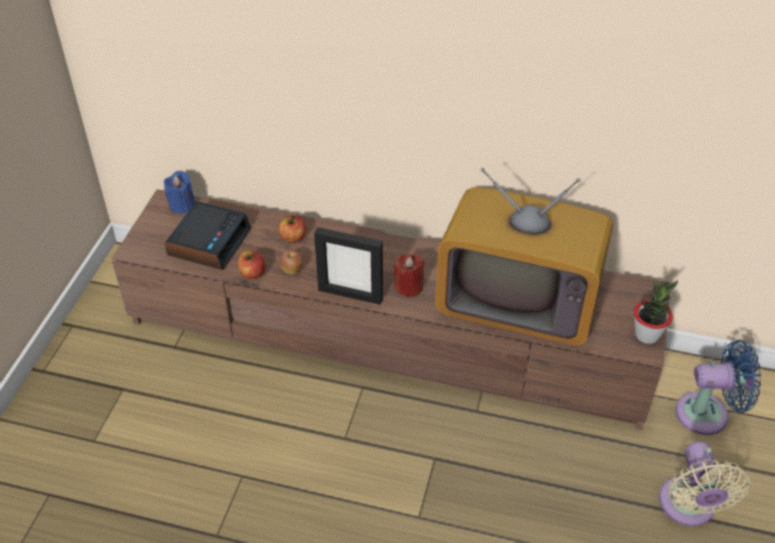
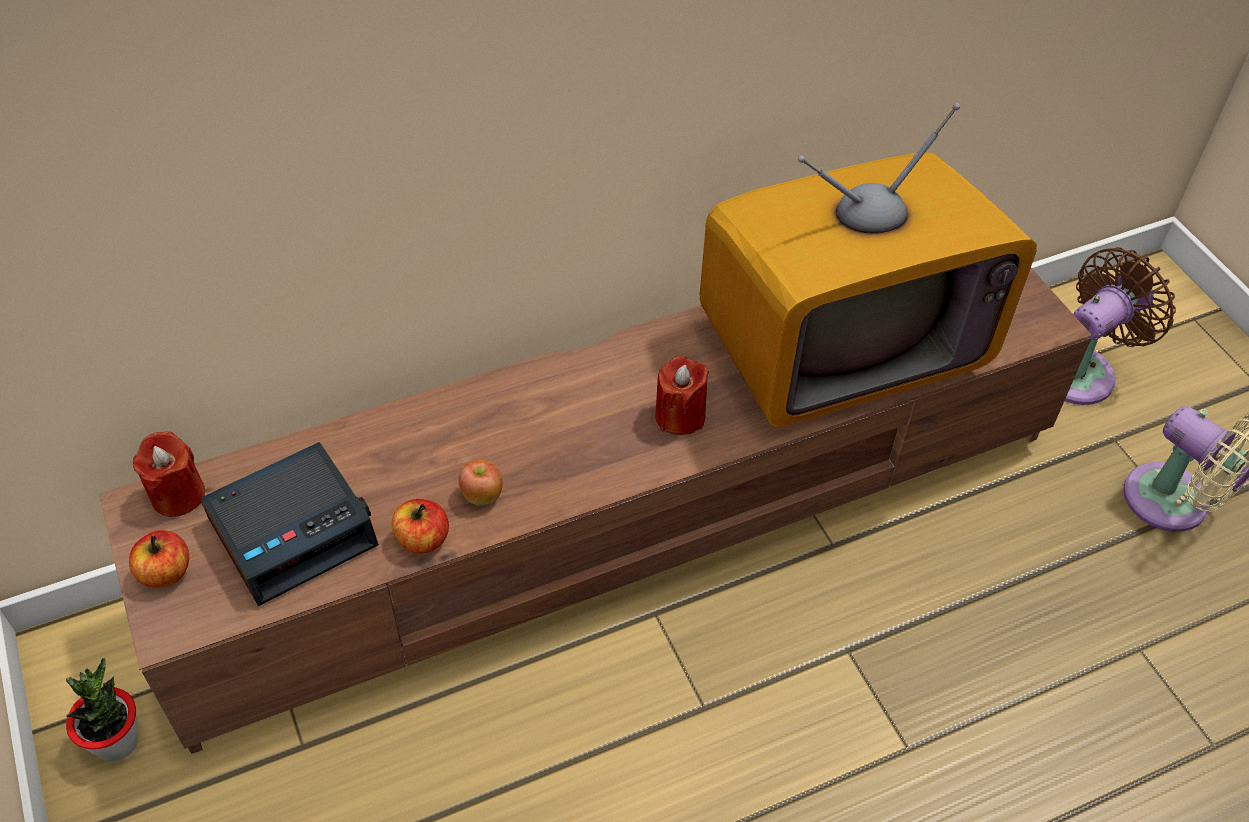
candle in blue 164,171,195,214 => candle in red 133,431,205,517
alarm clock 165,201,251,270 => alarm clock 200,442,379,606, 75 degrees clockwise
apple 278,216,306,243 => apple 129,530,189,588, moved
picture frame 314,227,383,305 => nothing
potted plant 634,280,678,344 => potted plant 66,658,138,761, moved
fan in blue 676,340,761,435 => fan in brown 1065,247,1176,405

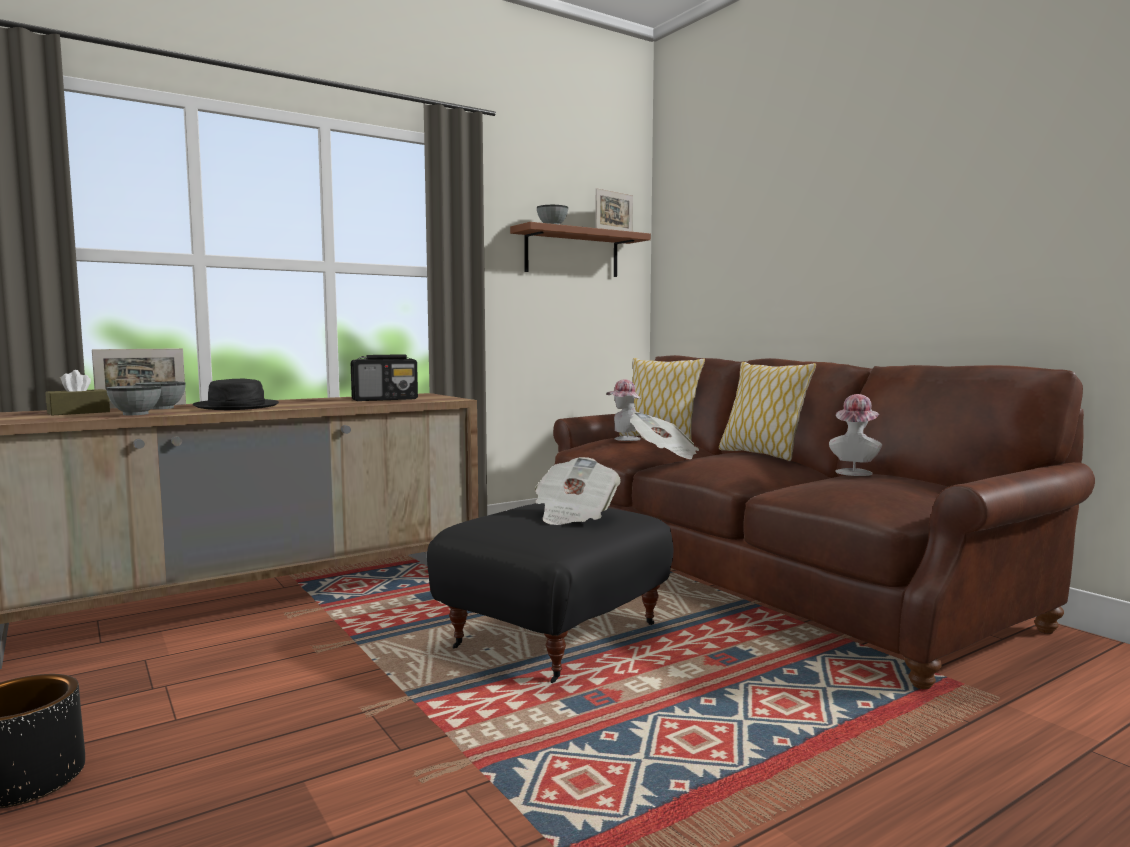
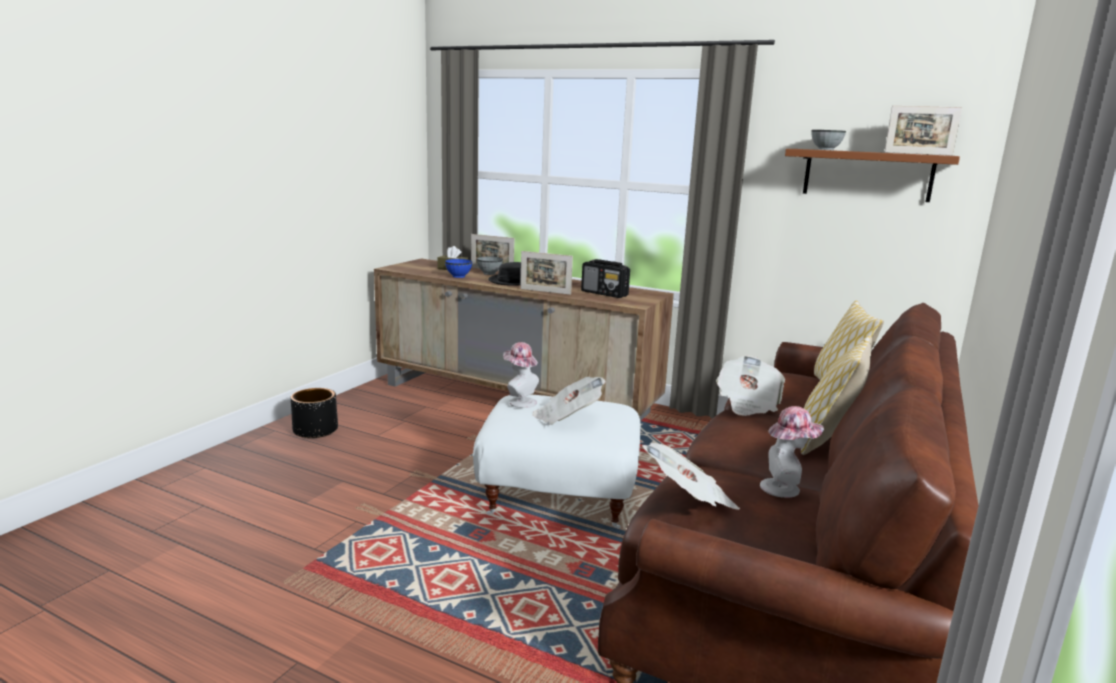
hat 607,379,641,441 => hat 503,342,539,408, moved
bowl in grey 106,385,161,415 => bowl in blue 445,259,472,278
ottoman in black 427,503,673,683 => ottoman in white 473,394,641,529
nothing => picture frame 520,251,573,295
nothing => newspaper 642,443,740,510

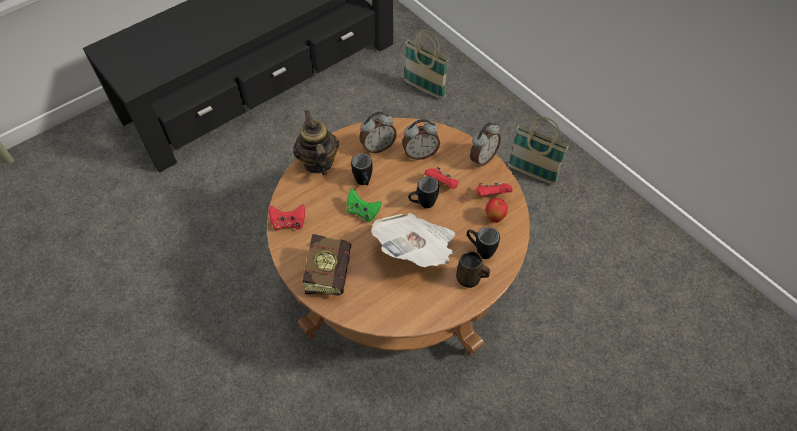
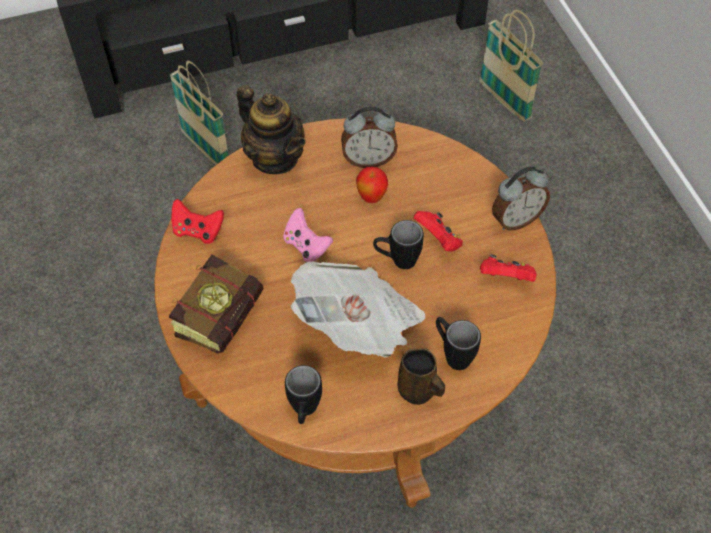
teapot 293,110,339,175 => teapot 236,85,305,174, 135 degrees clockwise
basket 508,117,569,185 => basket 169,61,229,165, moved
alarm clock 402,119,440,160 => nothing
mug in black 351,153,373,185 => mug in black 285,365,322,424, moved
game controller in green 347,189,382,222 => game controller in pink 283,208,333,262
apple 485,198,508,223 => apple 356,167,388,203, moved

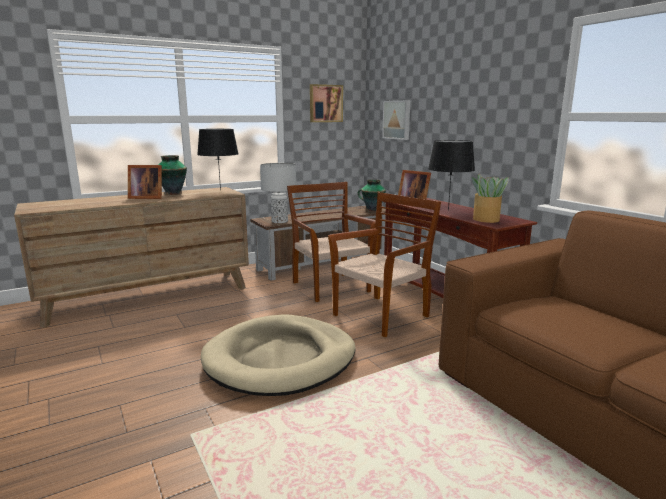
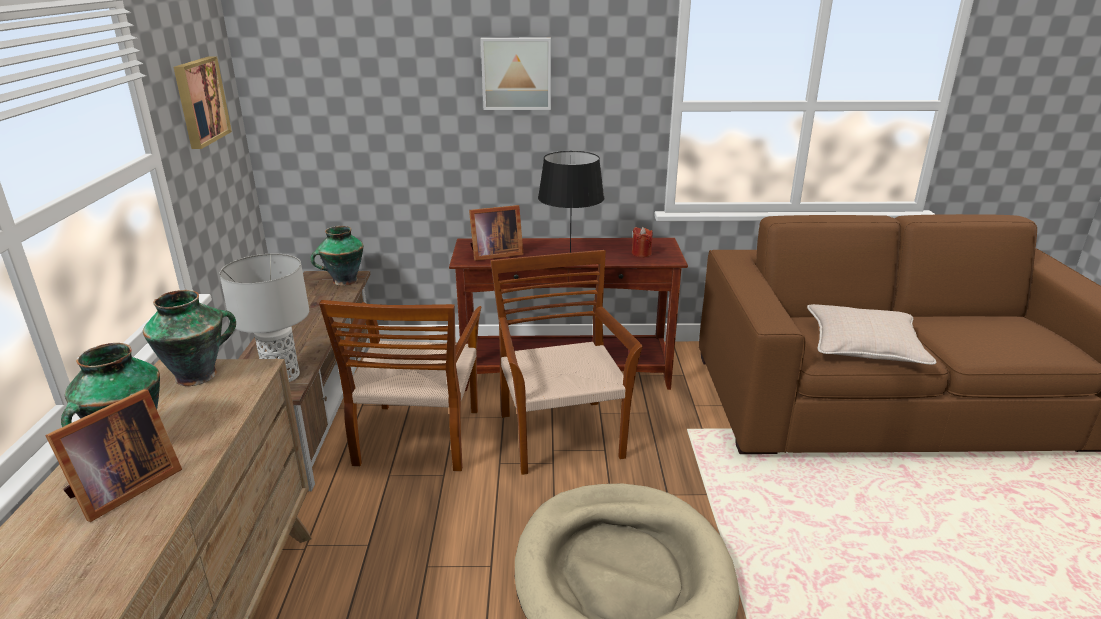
picture 382,100,410,140 => picture 481,38,551,110, moved
table lamp in black 197,129,238,191 => vase 143,290,236,386
potted plant 472,174,509,223 => candle in red 632,227,652,258
armchair in brown 287,182,375,302 => armchair in brown 319,300,482,472, 90 degrees counterclockwise
nothing => pillow in beige 807,304,936,365

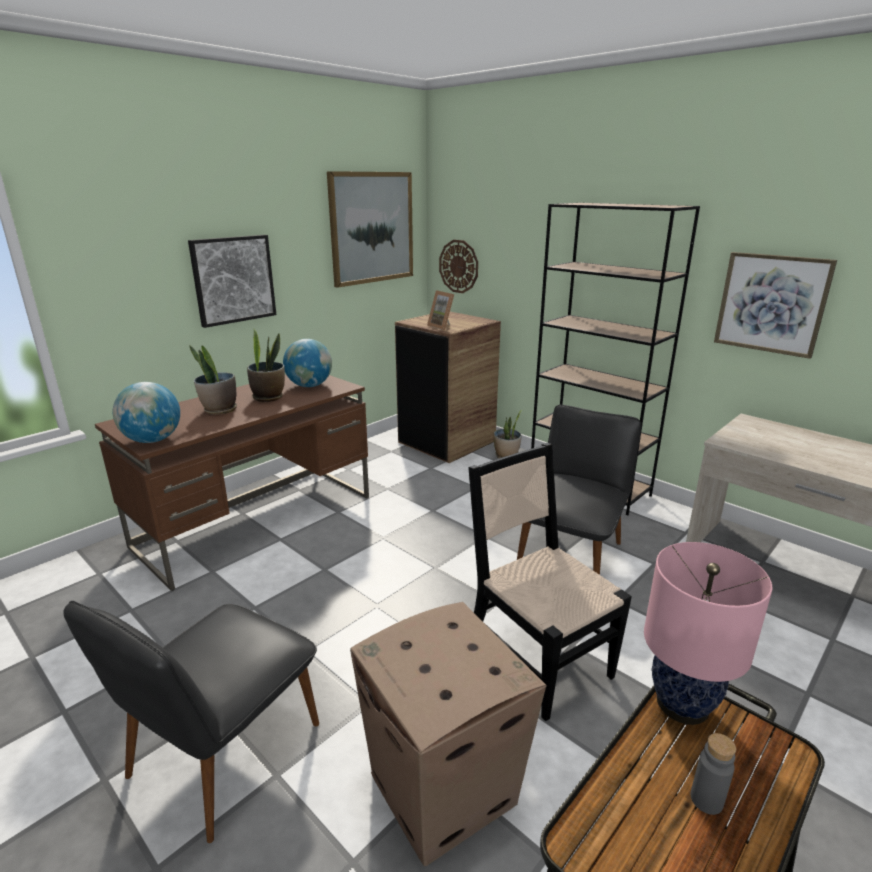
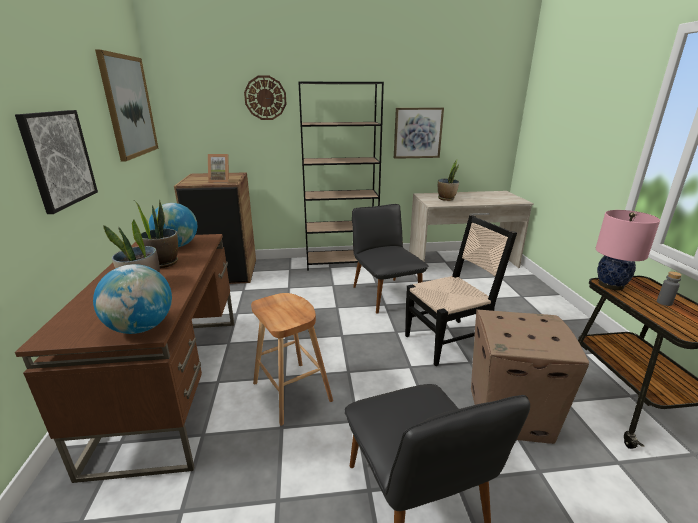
wall clock 439,240,478,293 => wall clock 244,76,287,120, moved
potted plant 494,410,522,458 => potted plant 438,160,459,201, moved
chair 468,443,632,721 => chair 405,215,517,366, 150 degrees clockwise
nothing => stool in brown 251,293,333,426

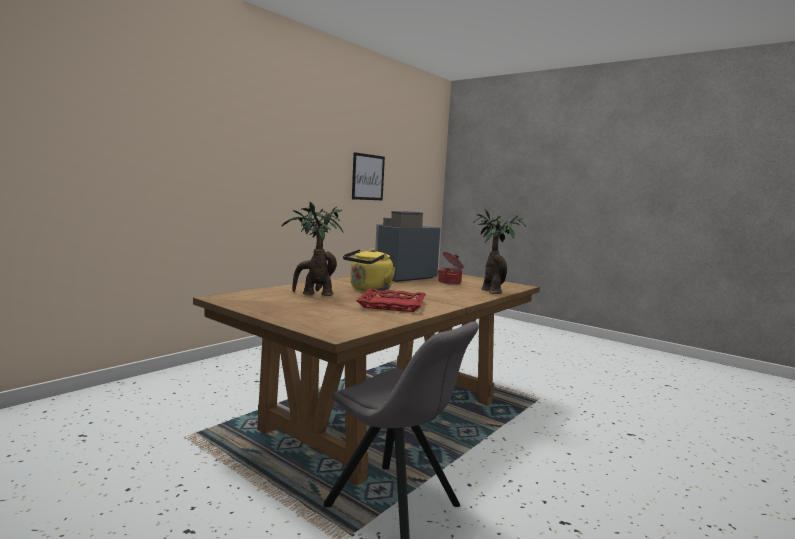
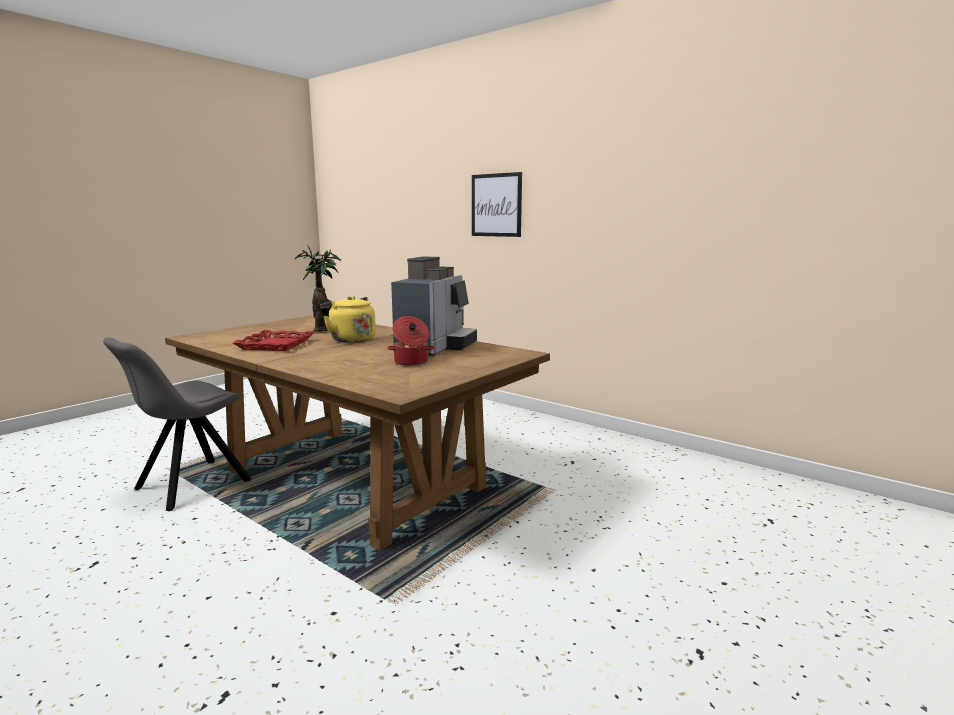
picture 352,152,385,200 => picture 472,172,522,237, moved
potted plant 473,209,526,294 => nothing
coffee machine 375,211,441,282 => coffee machine 391,257,477,356, 60 degrees clockwise

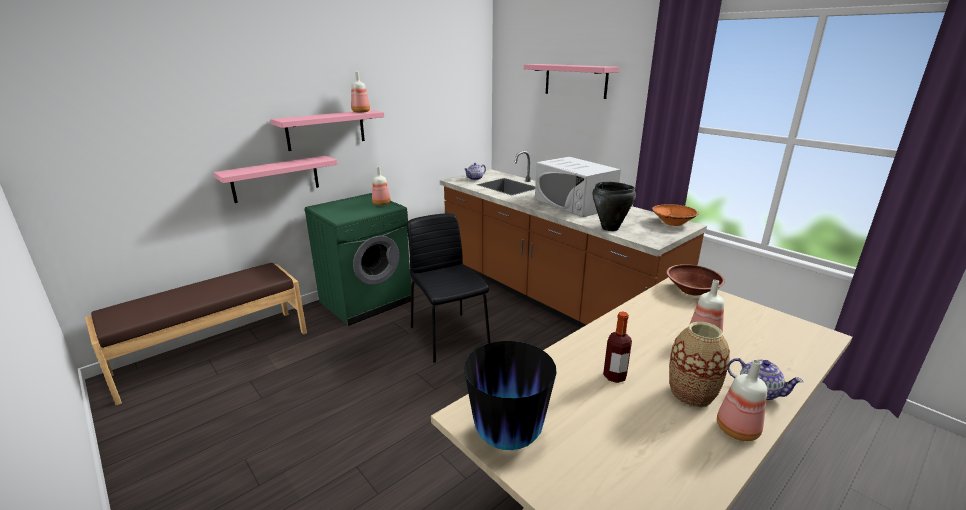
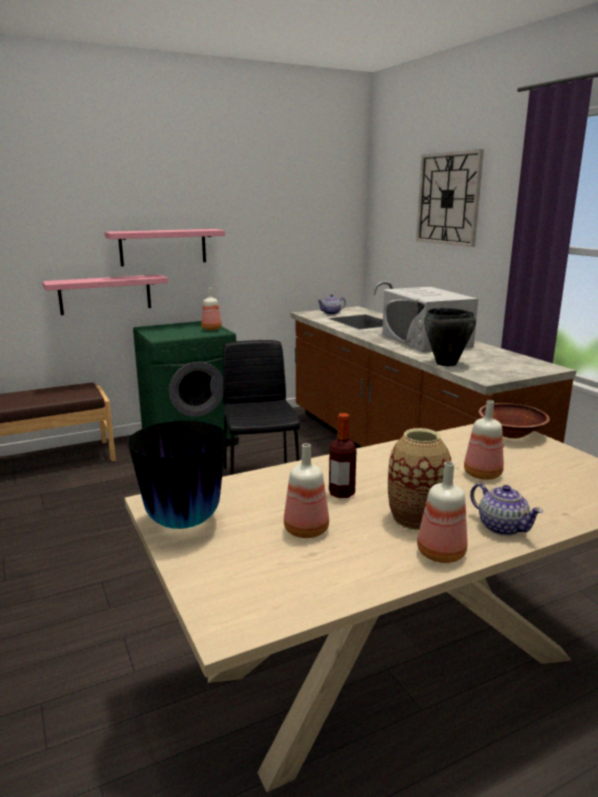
shelf in pink 524,64,619,99 => wall clock 416,149,484,247
bottle 351,72,370,113 => bottle 284,443,329,538, moved
bowl in orange 652,204,699,226 => nothing

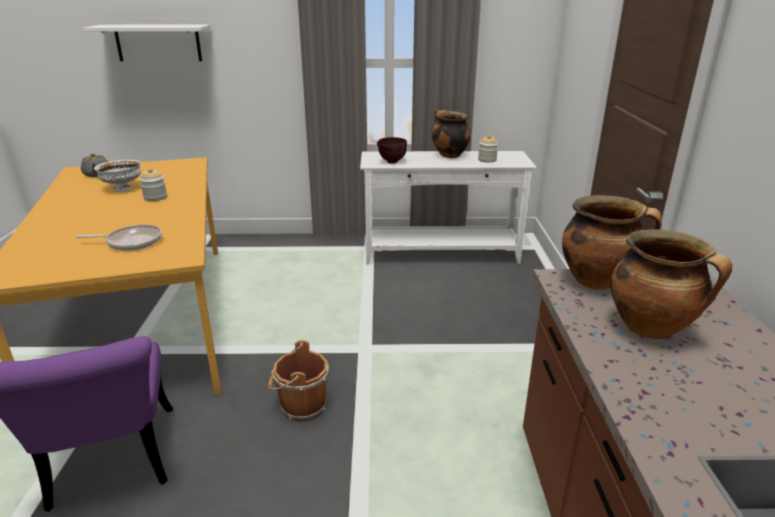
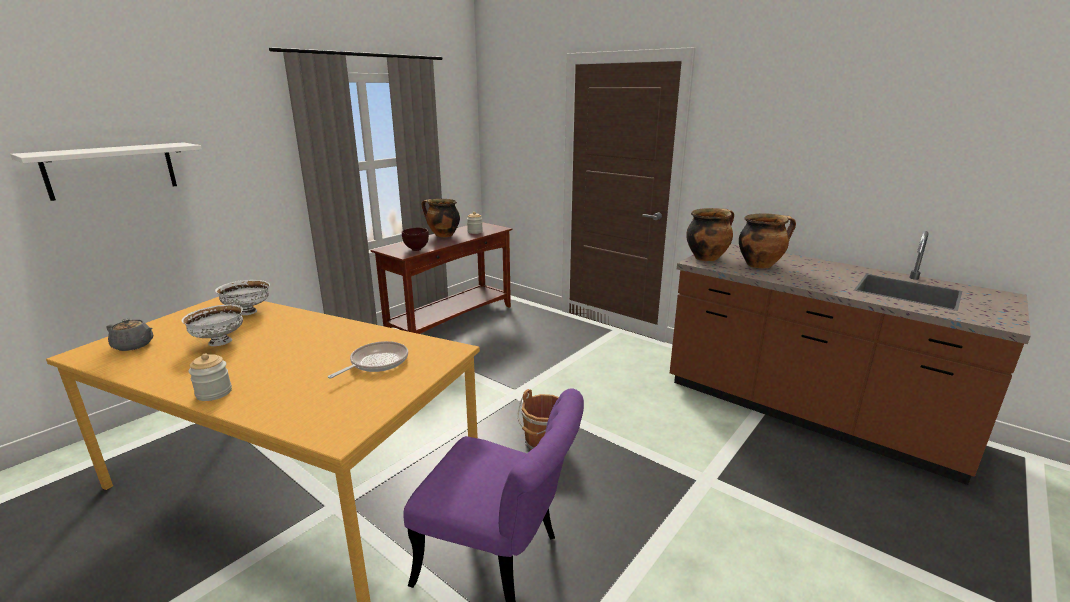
console table in white 360,151,537,265 => console table in brown 371,222,512,334
jar 140,168,167,201 => jar 189,354,232,401, moved
nothing => bowl in white 215,280,270,315

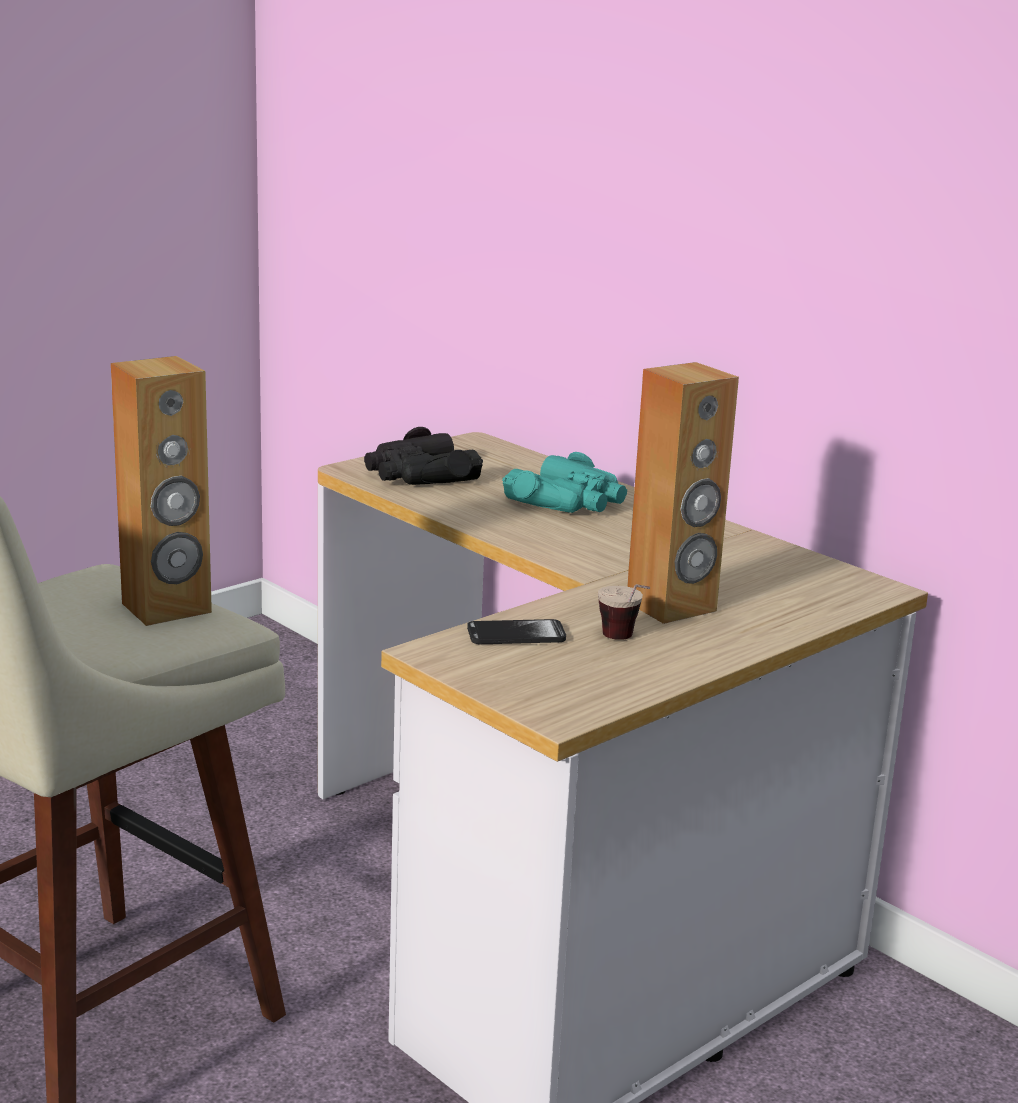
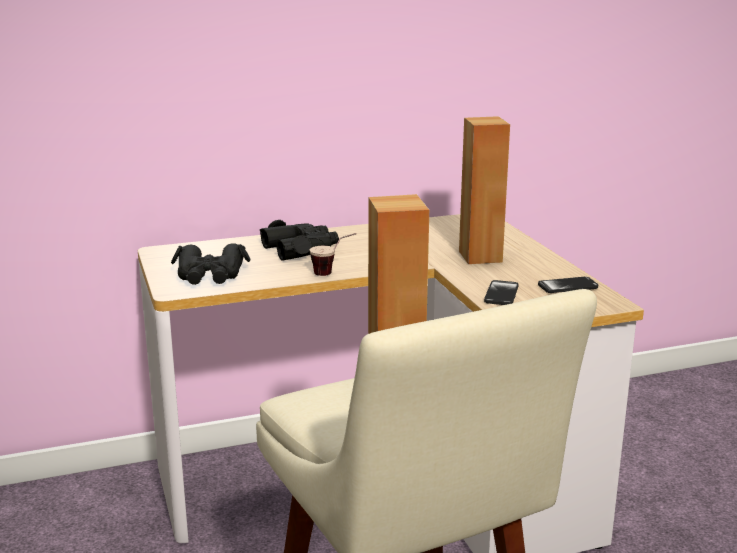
binoculars in turquoise 502,452,627,513 => binoculars in black 260,220,339,261
cup 598,584,650,640 => cup 310,233,356,276, moved
nothing => phone 538,277,598,293

